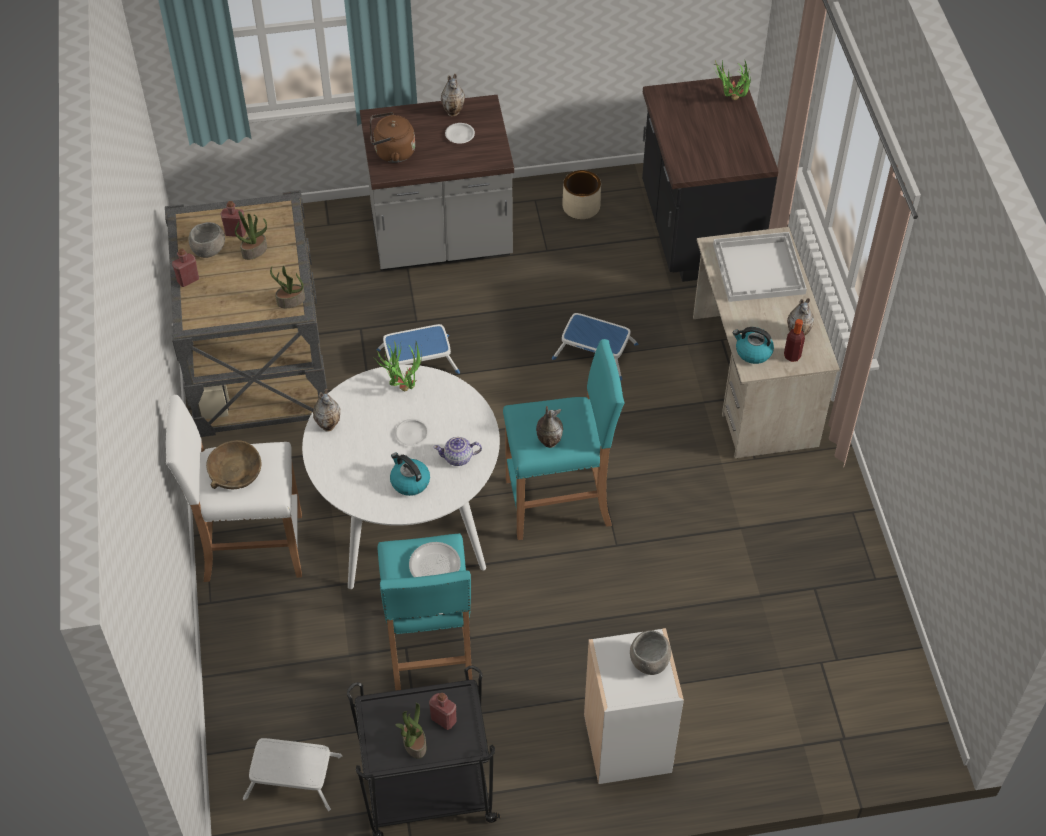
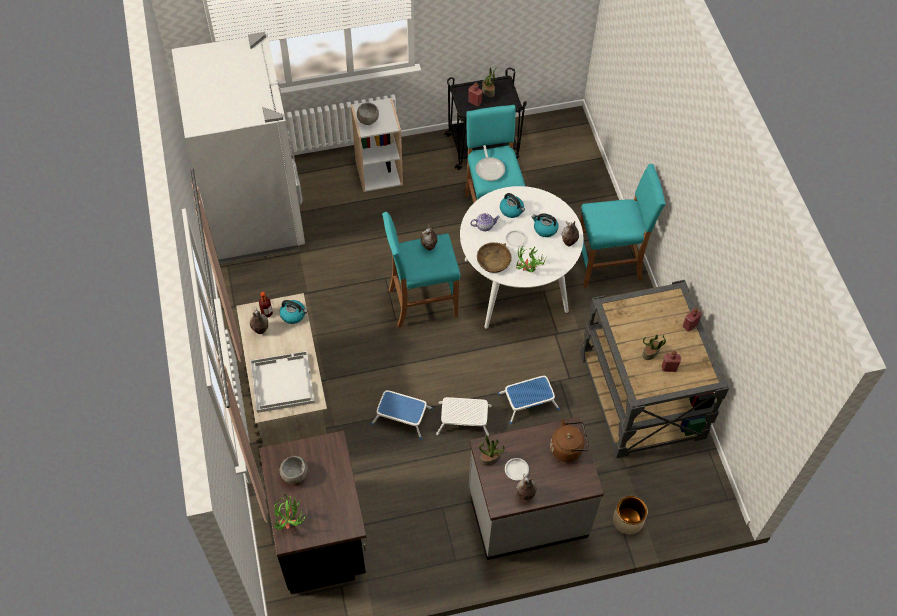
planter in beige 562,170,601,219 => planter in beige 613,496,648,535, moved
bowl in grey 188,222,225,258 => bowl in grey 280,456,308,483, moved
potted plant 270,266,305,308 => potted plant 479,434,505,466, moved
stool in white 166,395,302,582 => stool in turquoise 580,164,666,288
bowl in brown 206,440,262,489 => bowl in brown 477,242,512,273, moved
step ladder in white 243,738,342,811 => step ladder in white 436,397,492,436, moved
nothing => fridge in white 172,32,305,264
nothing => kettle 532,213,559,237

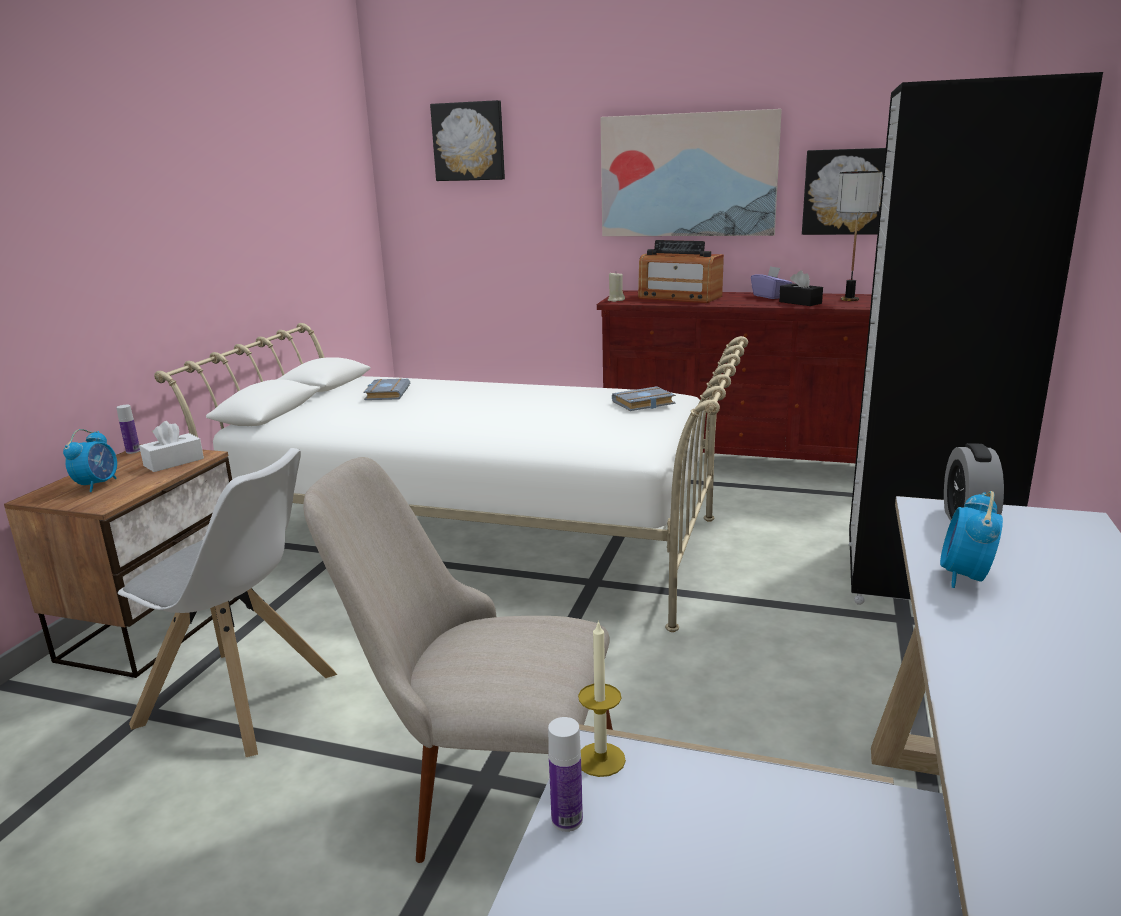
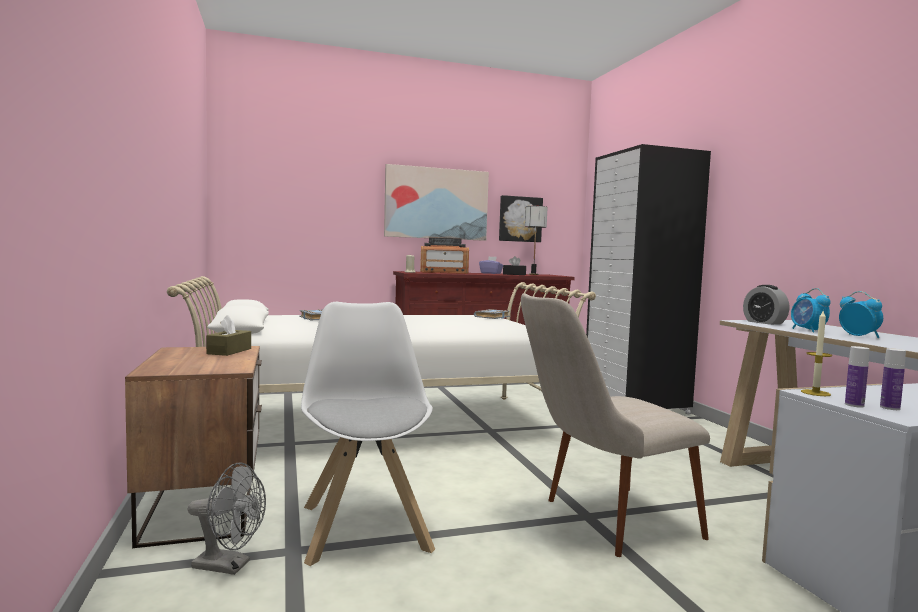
picture 430,100,505,181 => nothing
bottle 116,405,140,454 => bottle 880,348,906,410, moved
tissue box in white 139,421,204,472 => tissue box in brown 206,315,251,356
alarm clock 63,429,117,492 => alarm clock 839,291,883,338, moved
chair 118,448,337,757 => chair 301,302,435,566, 90 degrees counterclockwise
nothing => fan in grey 188,462,266,575

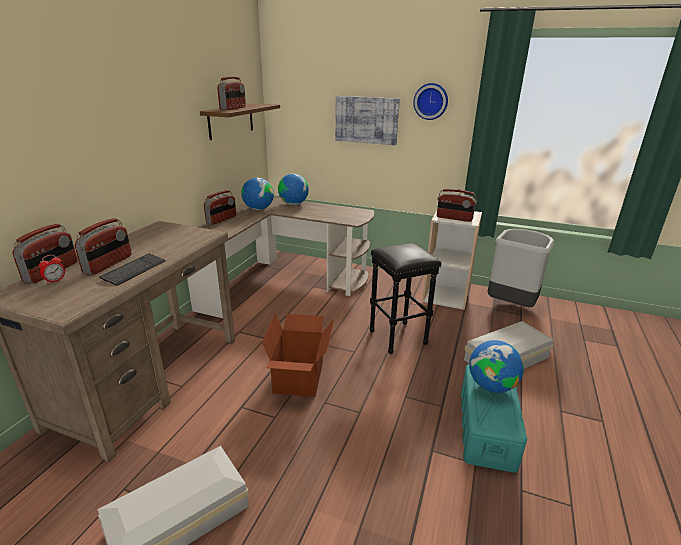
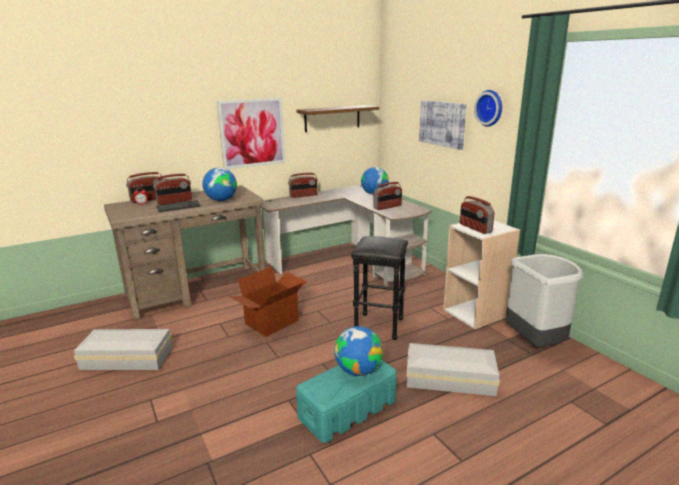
radio 217,76,246,110 => radio 373,182,402,210, moved
globe 241,178,274,210 => globe 202,168,237,201, moved
nothing => picture 217,98,286,170

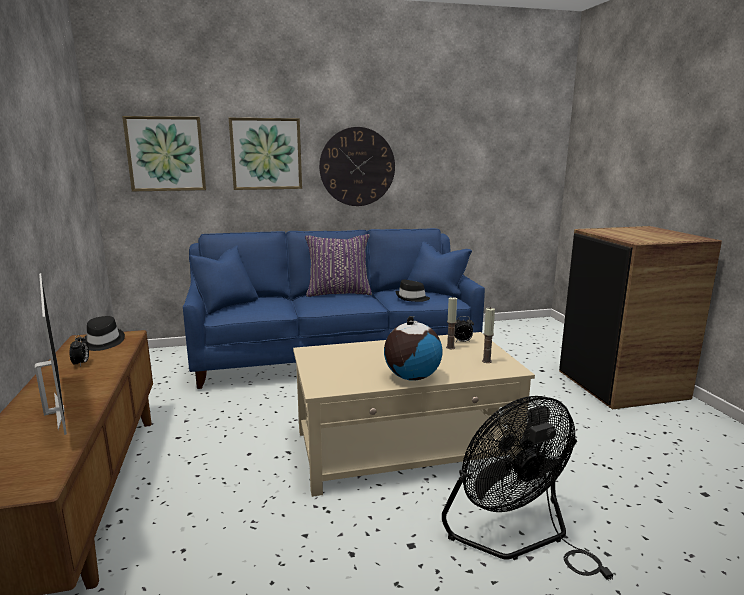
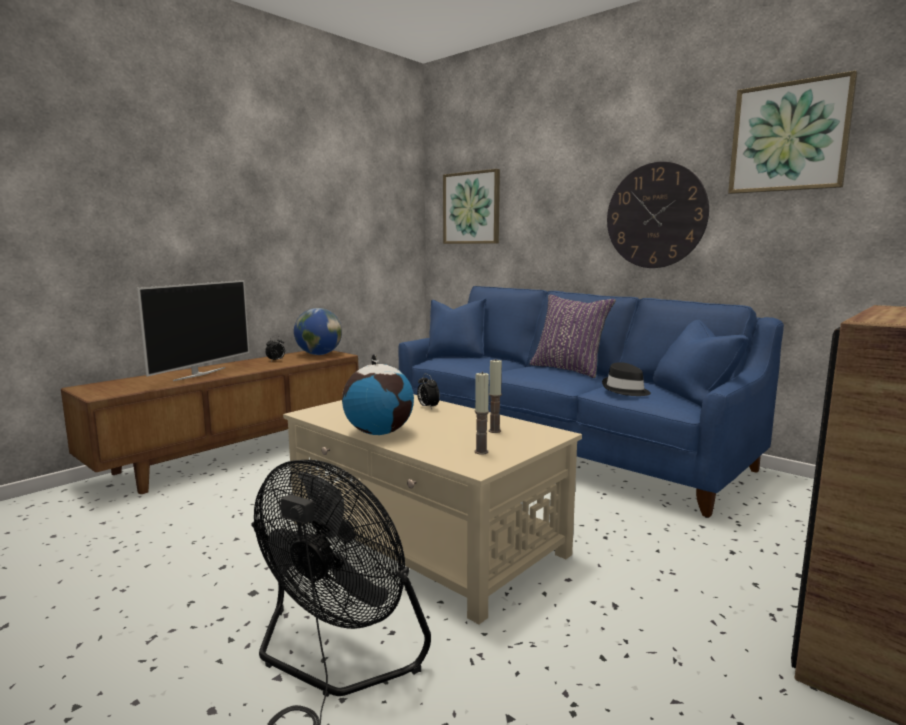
picture 229,118,302,190 => picture 728,70,857,194, moved
hat in black 82,316,125,351 => globe 294,308,342,355
alarm clock 454,316,474,342 => alarm clock 417,374,440,410, moved

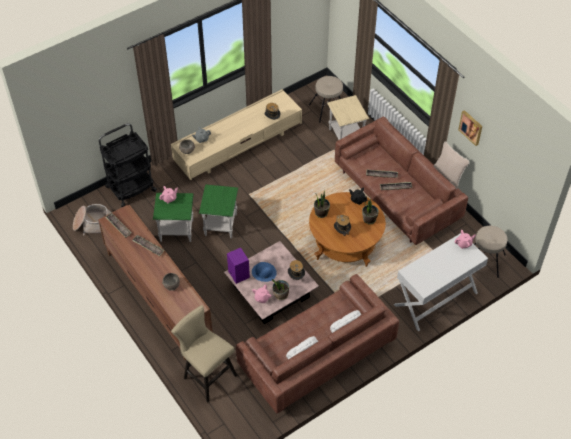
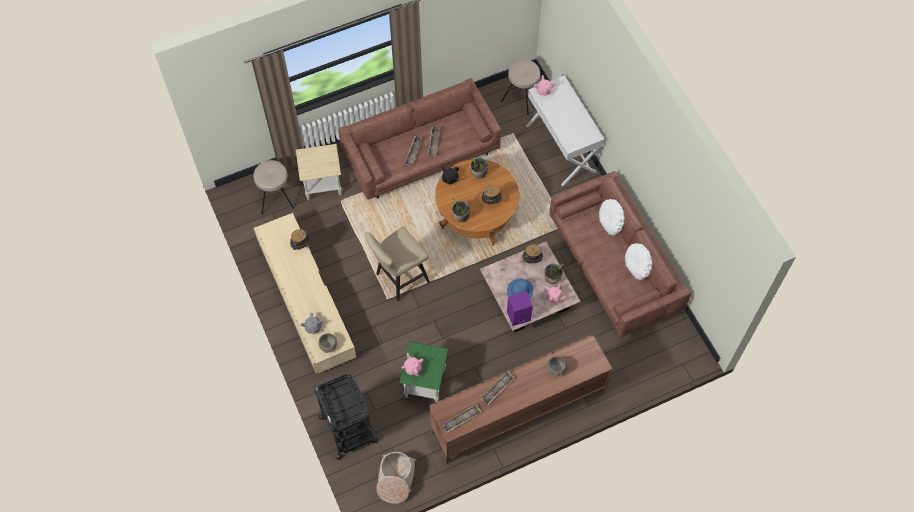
picture 458,110,483,146 => nothing
pillow in beige 433,141,470,189 => nothing
side table in green 199,184,238,238 => nothing
stool in beige 171,305,237,402 => stool in beige 364,226,430,301, moved

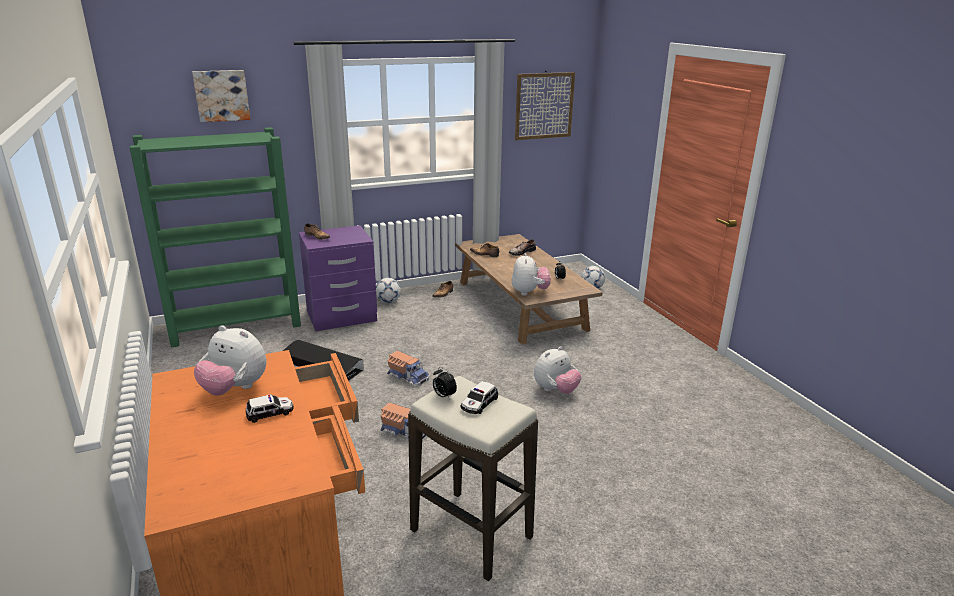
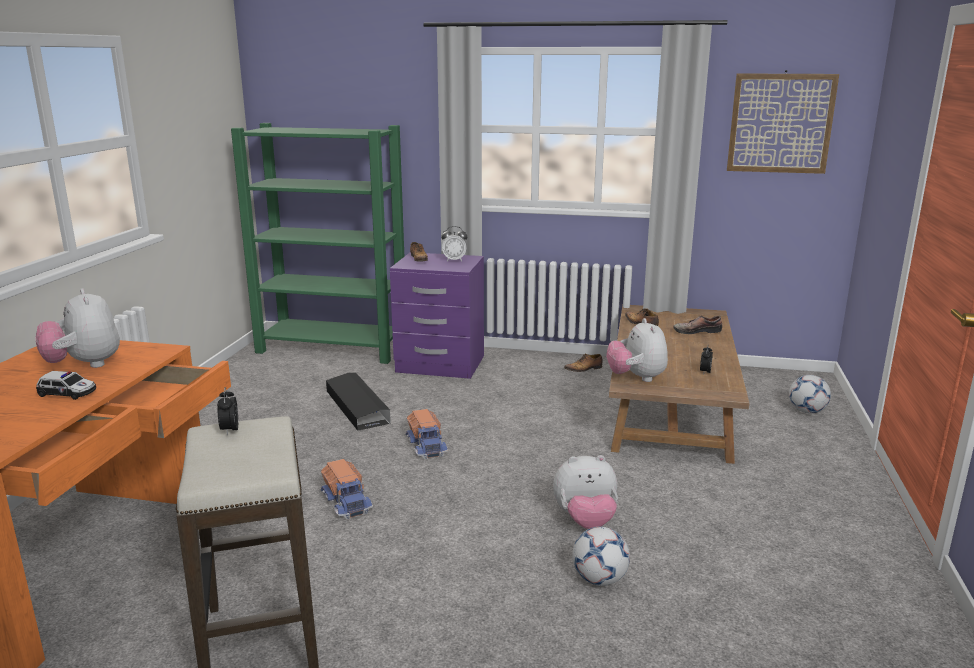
picture 192,70,250,122 => nothing
plush toy 512,253,551,296 => plush toy 606,318,668,382, 135 degrees clockwise
football 376,278,401,303 => football 572,526,630,586, moved
toy car 460,381,498,414 => nothing
nothing => alarm clock 441,226,468,261

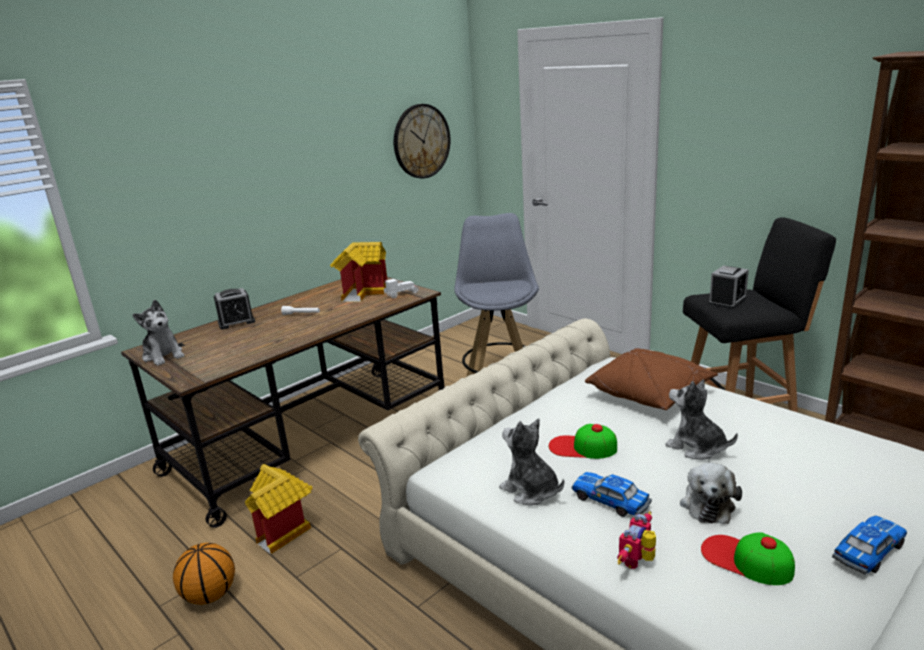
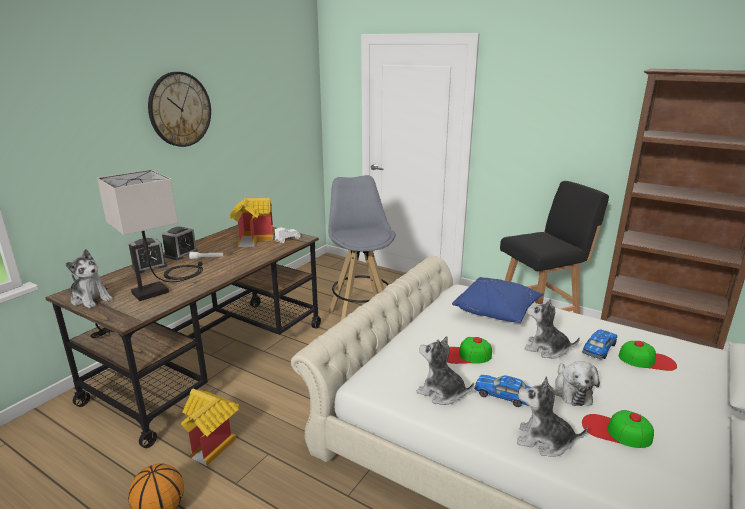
wall clock 394,104,451,178 => wall clock 148,72,211,147, moved
alarm clock 709,265,749,309 => alarm clock 162,226,198,260, moved
pillow in brown 585,348,718,410 => pillow in blue 452,277,544,323
toy robot 617,511,656,569 => plush toy 517,377,588,457
toy car 832,516,907,575 => toy car 582,329,617,359, moved
nothing => table lamp 97,170,203,301
nothing => cap 619,341,677,371

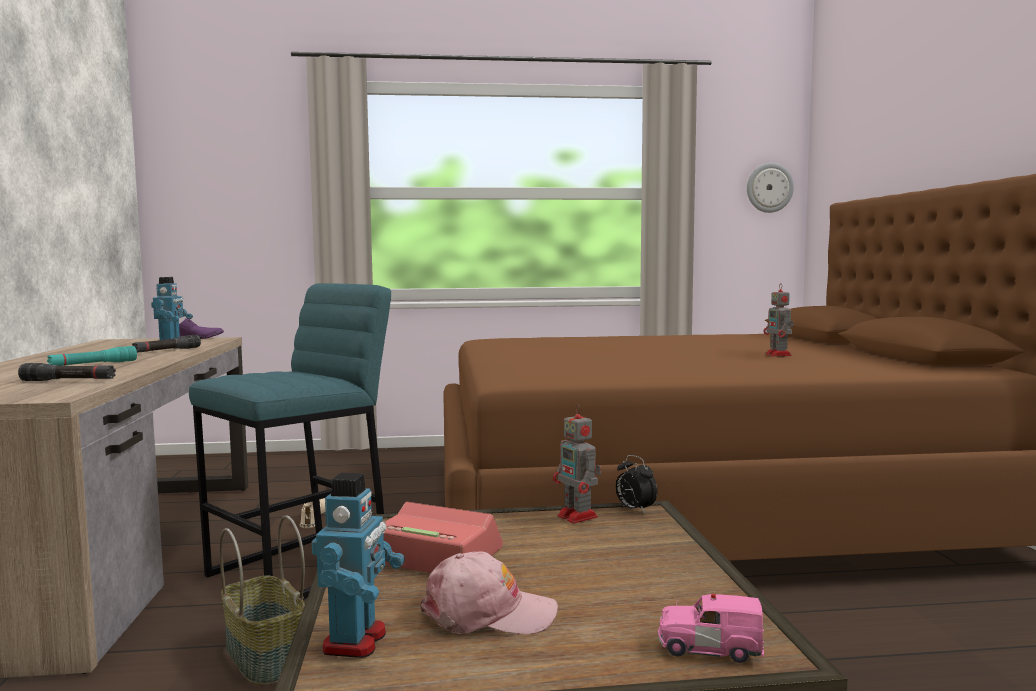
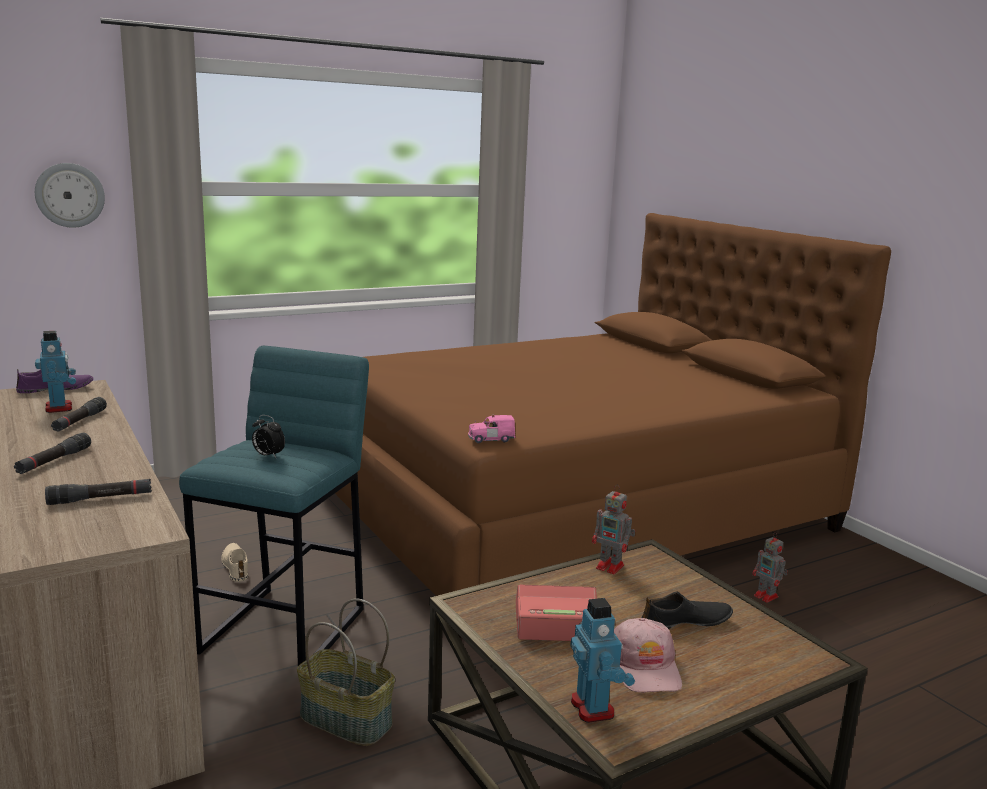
wall clock 747,163,794,213 => wall clock 35,163,105,228, moved
toy robot 763,283,794,357 => toy robot 752,532,788,603, moved
flashlight in turquoise 47,346,137,366 => flashlight in black 14,433,91,474
alarm clock 616,455,657,514 => alarm clock 252,415,285,458, moved
cap in pink 421,551,559,634 => cap in pink 614,618,682,693, 105 degrees clockwise
toy car in pink 658,593,765,663 => toy car in pink 468,415,515,443, moved
nothing => shoe in black 641,592,733,629

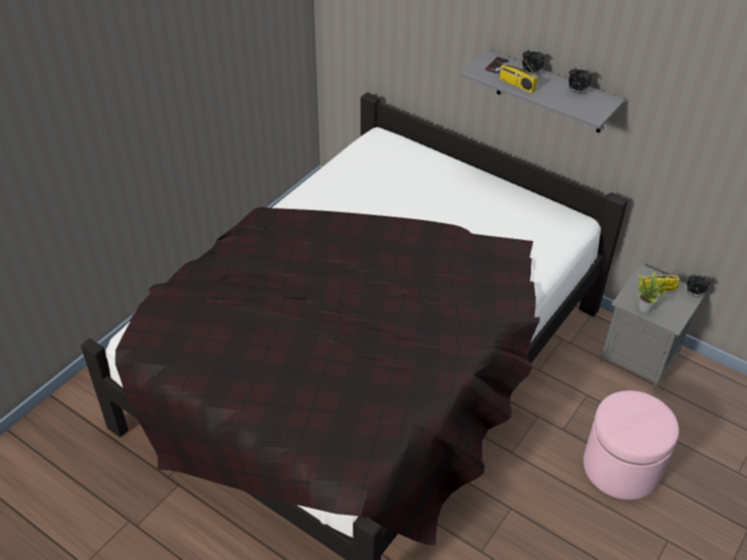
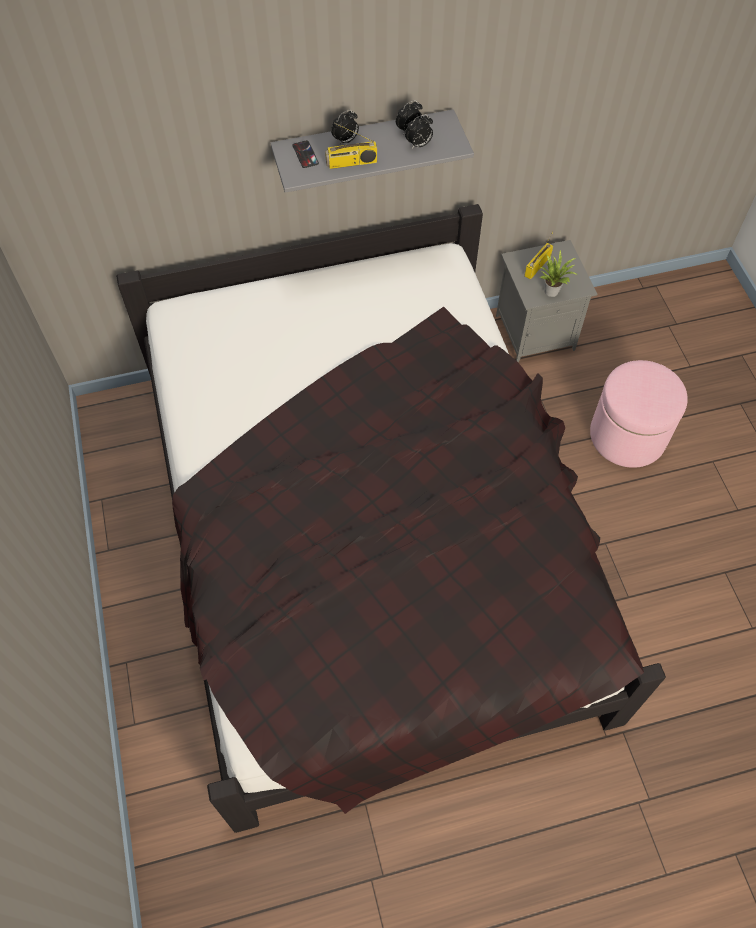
alarm clock 687,274,710,297 => alarm clock 405,114,433,148, moved

